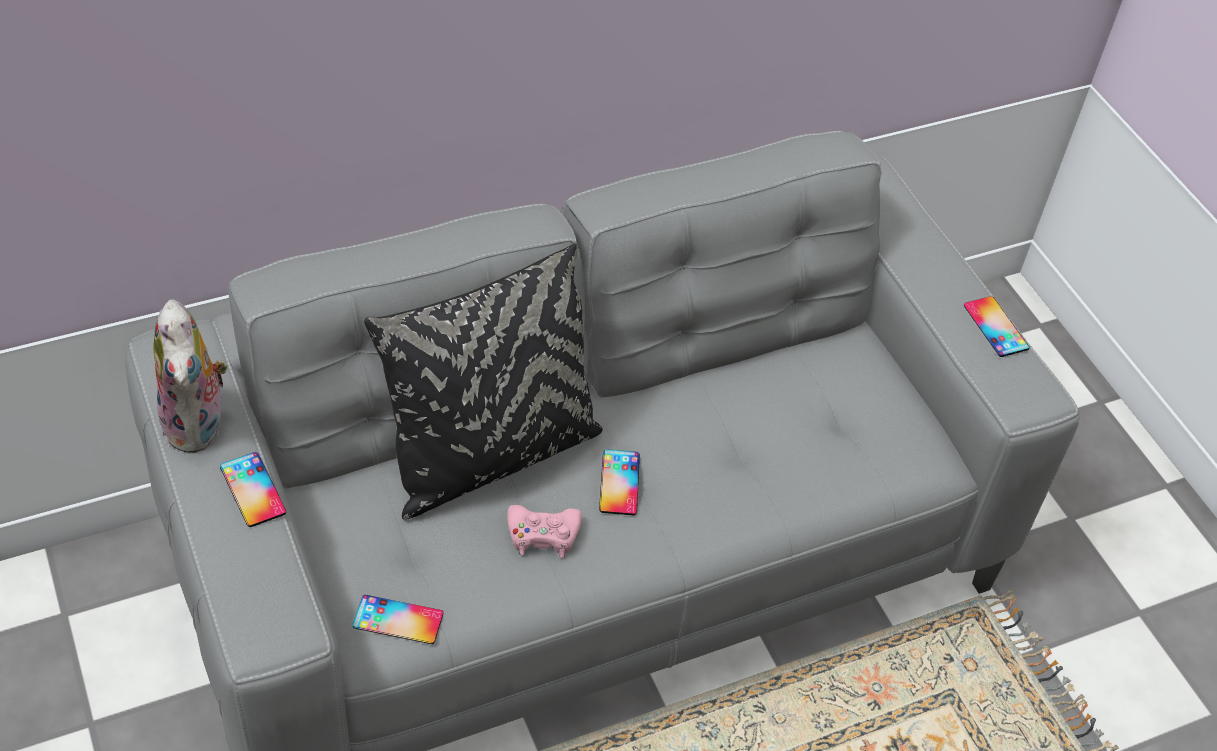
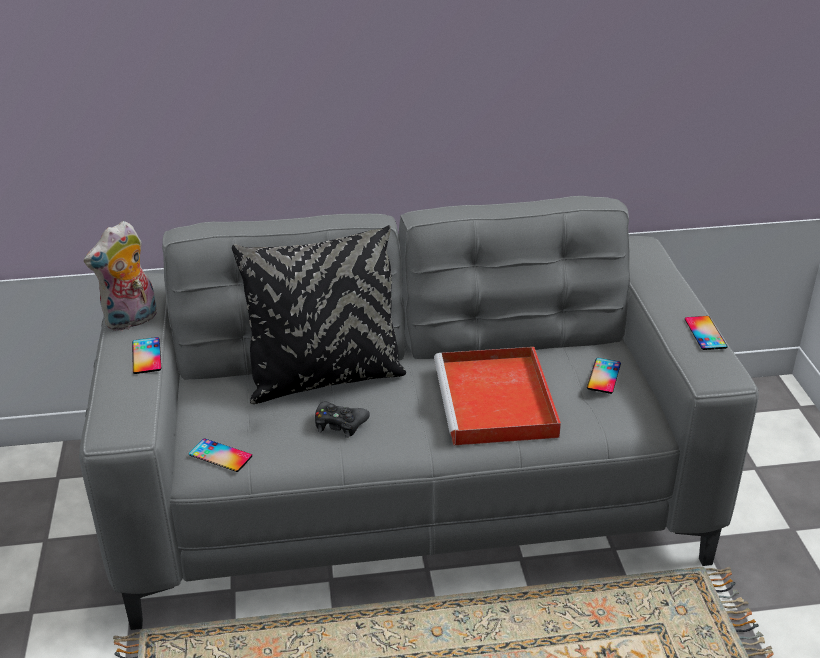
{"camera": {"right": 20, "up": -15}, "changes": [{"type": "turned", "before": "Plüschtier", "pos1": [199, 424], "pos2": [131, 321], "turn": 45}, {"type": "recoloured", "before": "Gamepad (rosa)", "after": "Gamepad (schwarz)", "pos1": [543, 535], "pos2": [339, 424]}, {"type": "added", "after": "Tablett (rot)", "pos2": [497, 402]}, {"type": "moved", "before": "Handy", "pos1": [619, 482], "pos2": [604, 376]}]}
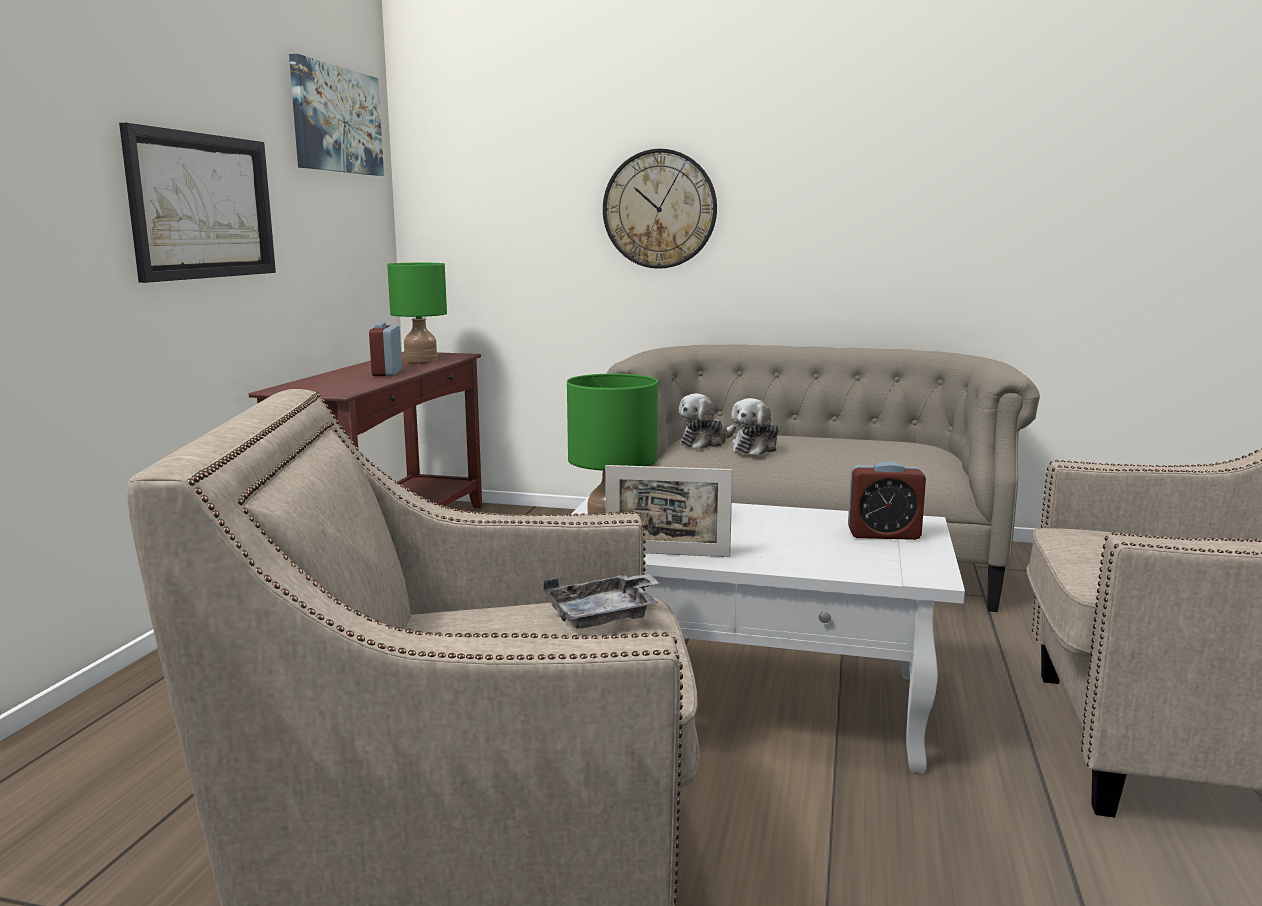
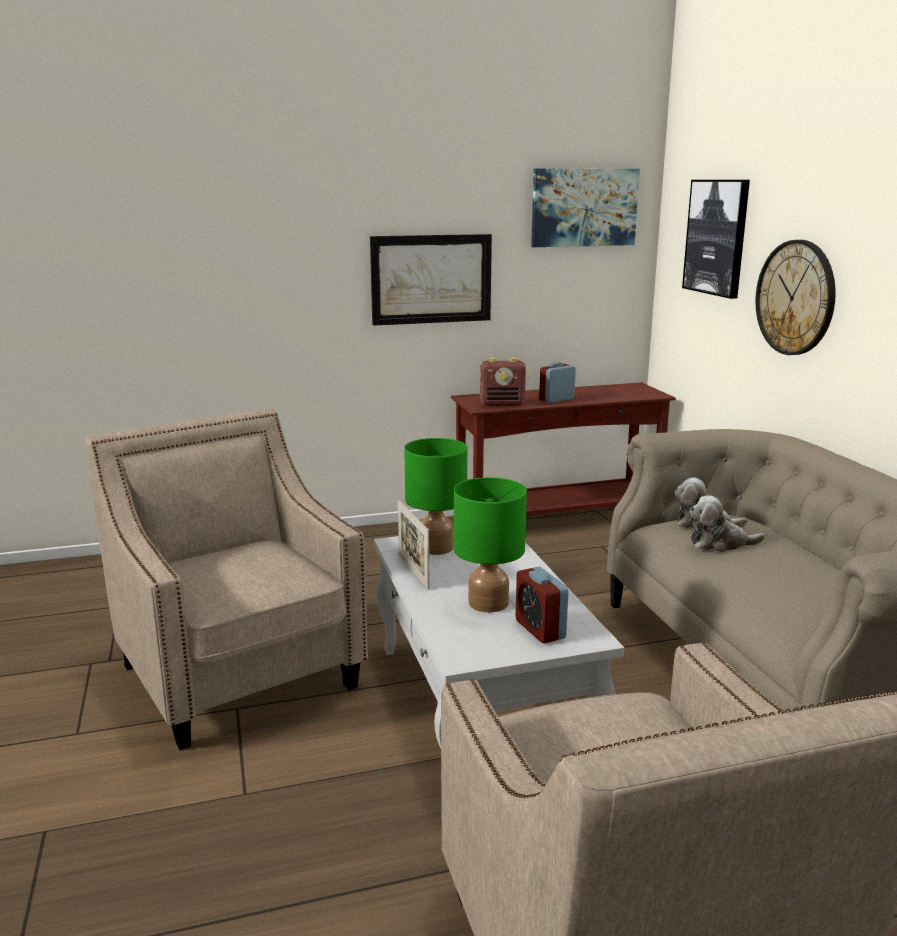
{"camera": {"right": 60, "up": 5}, "changes": [{"type": "moved", "before": "Tischlampe (grün)", "pos1": [421, 360], "pos2": [489, 603]}, {"type": "added", "after": "Radio", "pos2": [502, 404]}, {"type": "added", "after": "Bild", "pos2": [717, 237]}, {"type": "removed", "before": "Tablett (grau)", "pos1": [604, 615]}]}
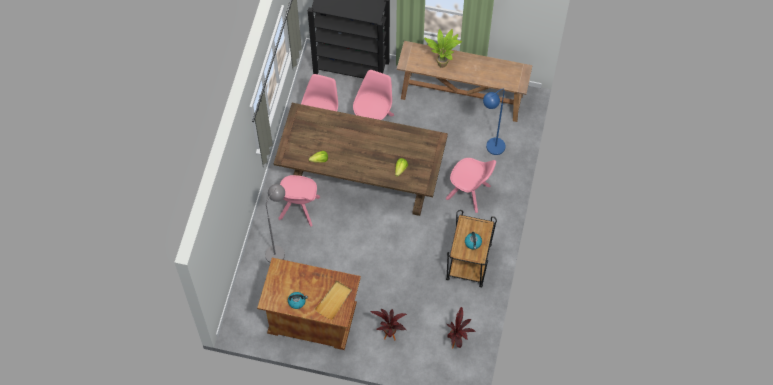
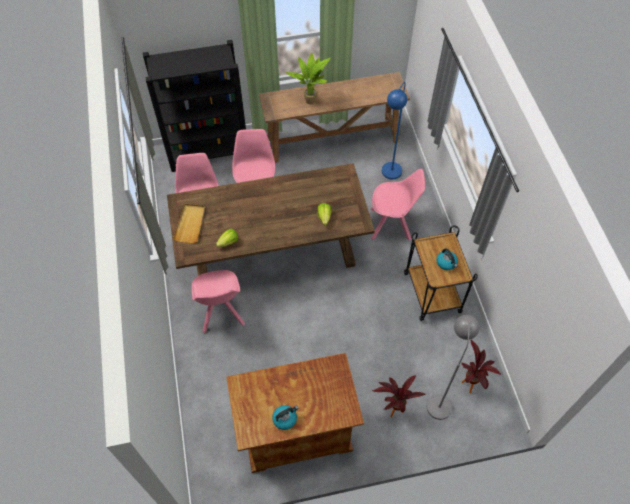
{"camera": {"right": -25, "up": -5}, "changes": [{"type": "moved", "before": "Tablett (beige)", "pos1": [334, 300], "pos2": [190, 224]}, {"type": "moved", "before": "Stehlampe (grau)", "pos1": [278, 250], "pos2": [439, 399]}]}
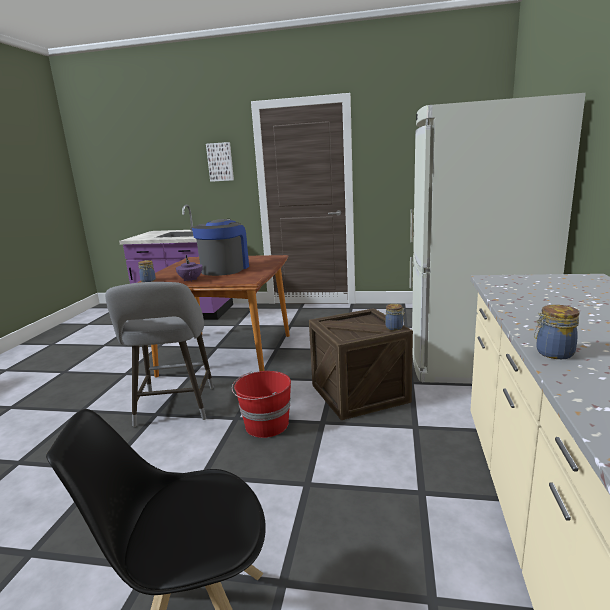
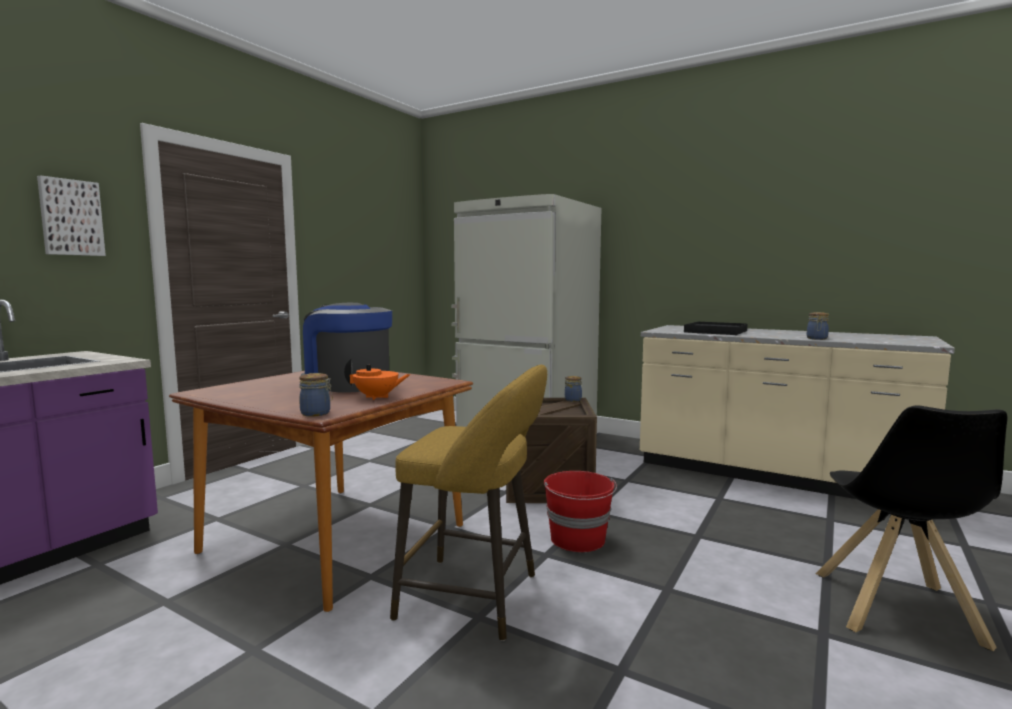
{"camera": {"right": -70, "up": -10}, "changes": [{"type": "recoloured", "before": "Teekanne (lila)", "after": "Teekanne (orange)", "pos1": [190, 280], "pos2": [377, 397]}, {"type": "recoloured", "before": "Hocker (grau)", "after": "Hocker (gelb)", "pos1": [174, 408], "pos2": [476, 598]}, {"type": "added", "after": "Tablett (schwarz)", "pos2": [715, 331]}]}
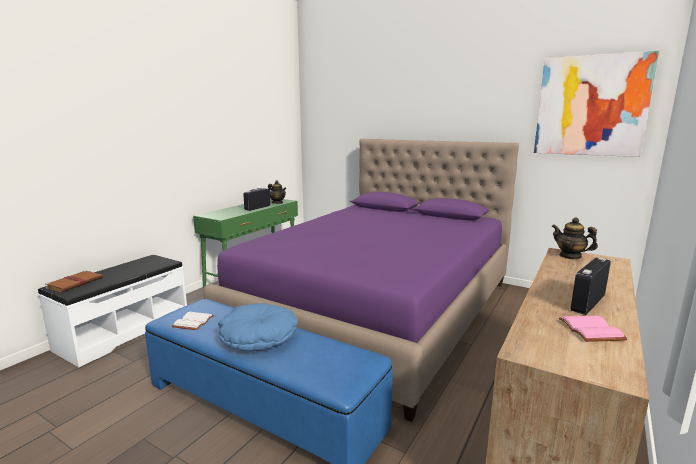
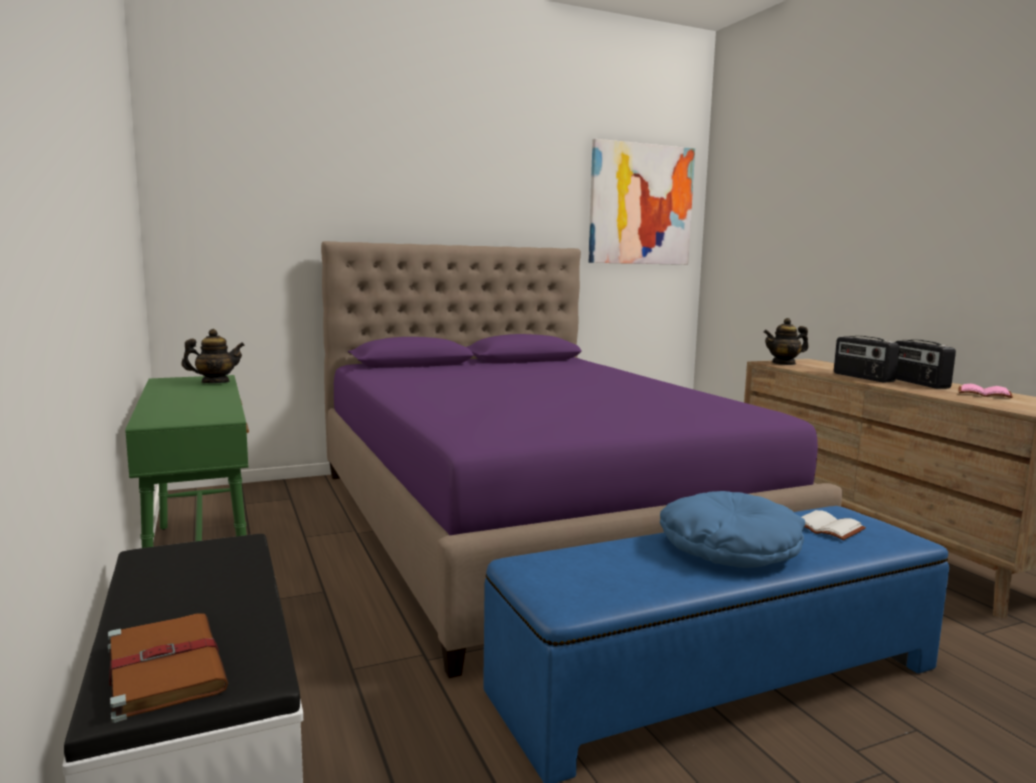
{"camera": {"right": -55, "up": -5}, "changes": [{"type": "moved", "before": "Buch (weiß)", "pos1": [193, 321], "pos2": [824, 528]}, {"type": "moved", "before": "Radio", "pos1": [257, 208], "pos2": [862, 377]}]}
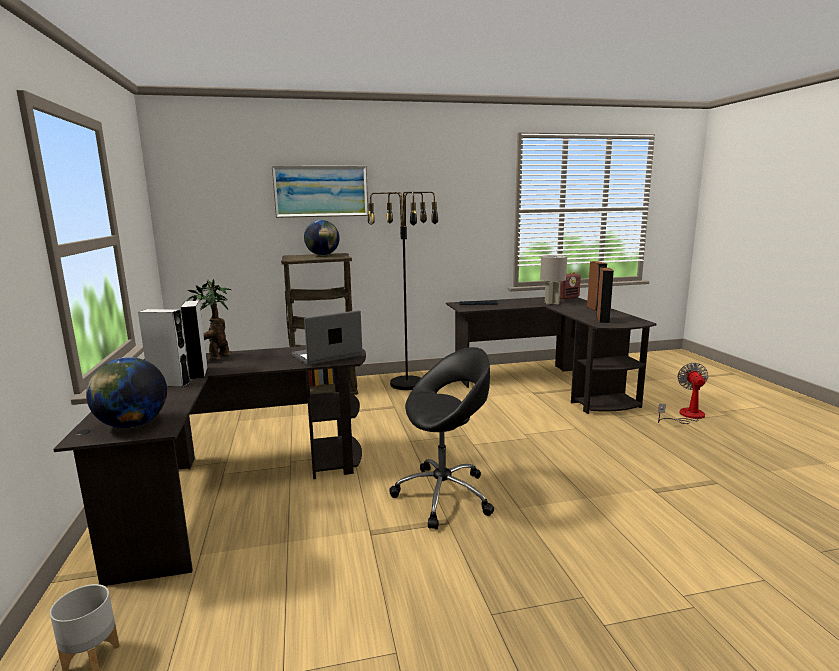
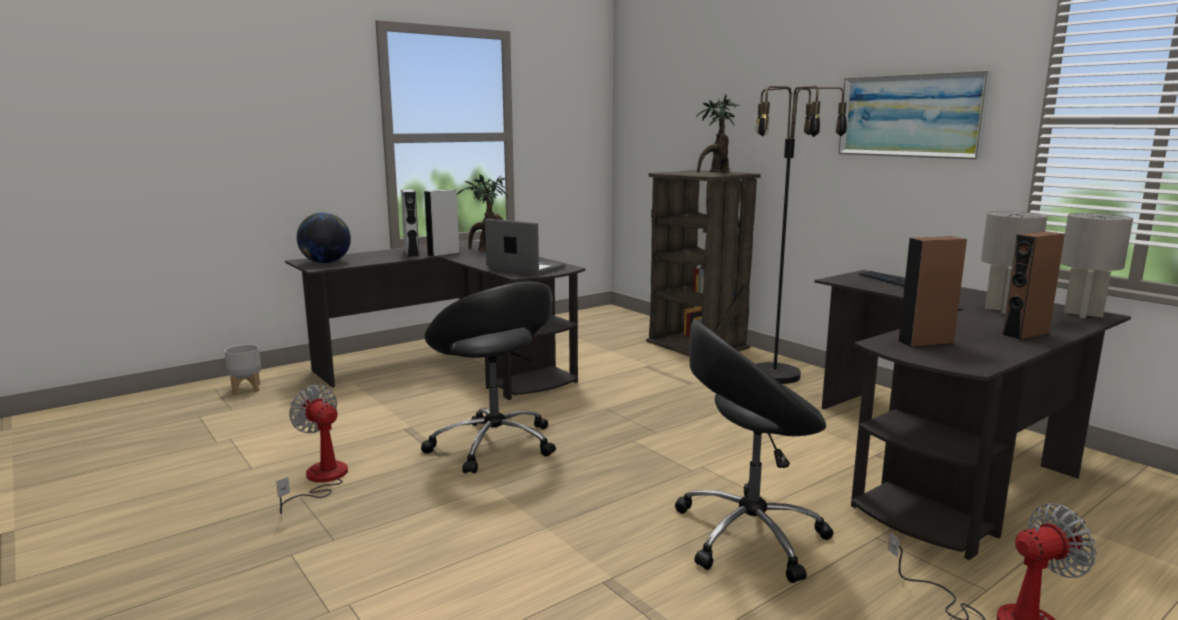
{"camera": {"right": 65, "up": 0}, "changes": [{"type": "added", "after": "Ventilator", "pos2": [320, 480]}, {"type": "added", "after": "Bürostuhl (schwarz)", "pos2": [746, 535]}, {"type": "replaced", "before": "Globus", "after": "Topfpflanze", "pos1": [323, 255], "pos2": [716, 172]}, {"type": "moved", "before": "Bild", "pos1": [321, 191], "pos2": [910, 116]}, {"type": "replaced", "before": "Radio", "after": "Tischlampe (grau)", "pos1": [567, 298], "pos2": [1083, 314]}]}
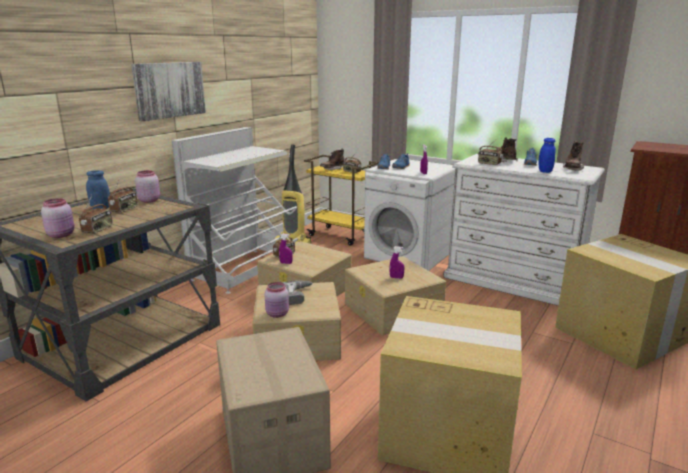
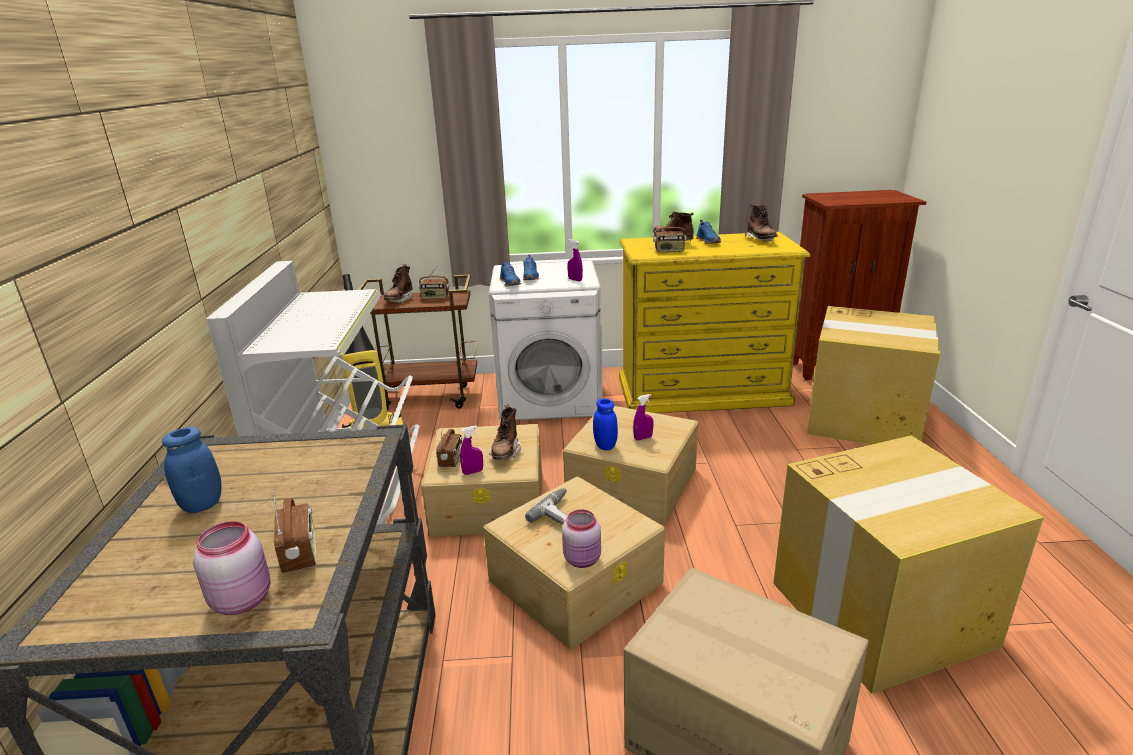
{"camera": {"right": -35, "up": 5}, "changes": [{"type": "recoloured", "before": "Rollwagen (gelb)", "after": "Rollwagen (braun)", "pos1": [341, 236], "pos2": [430, 398]}, {"type": "added", "after": "Stiefel (braun)", "pos2": [505, 452]}, {"type": "moved", "before": "Vorratsglas (blau)", "pos1": [545, 171], "pos2": [605, 446]}, {"type": "recoloured", "before": "Kommode (weiß)", "after": "Kommode (gelb)", "pos1": [514, 280], "pos2": [703, 391]}, {"type": "removed", "before": "Radio", "pos1": [124, 209]}, {"type": "removed", "before": "Bild", "pos1": [169, 90]}, {"type": "removed", "before": "Vorratsglas (rosa)", "pos1": [149, 200]}]}
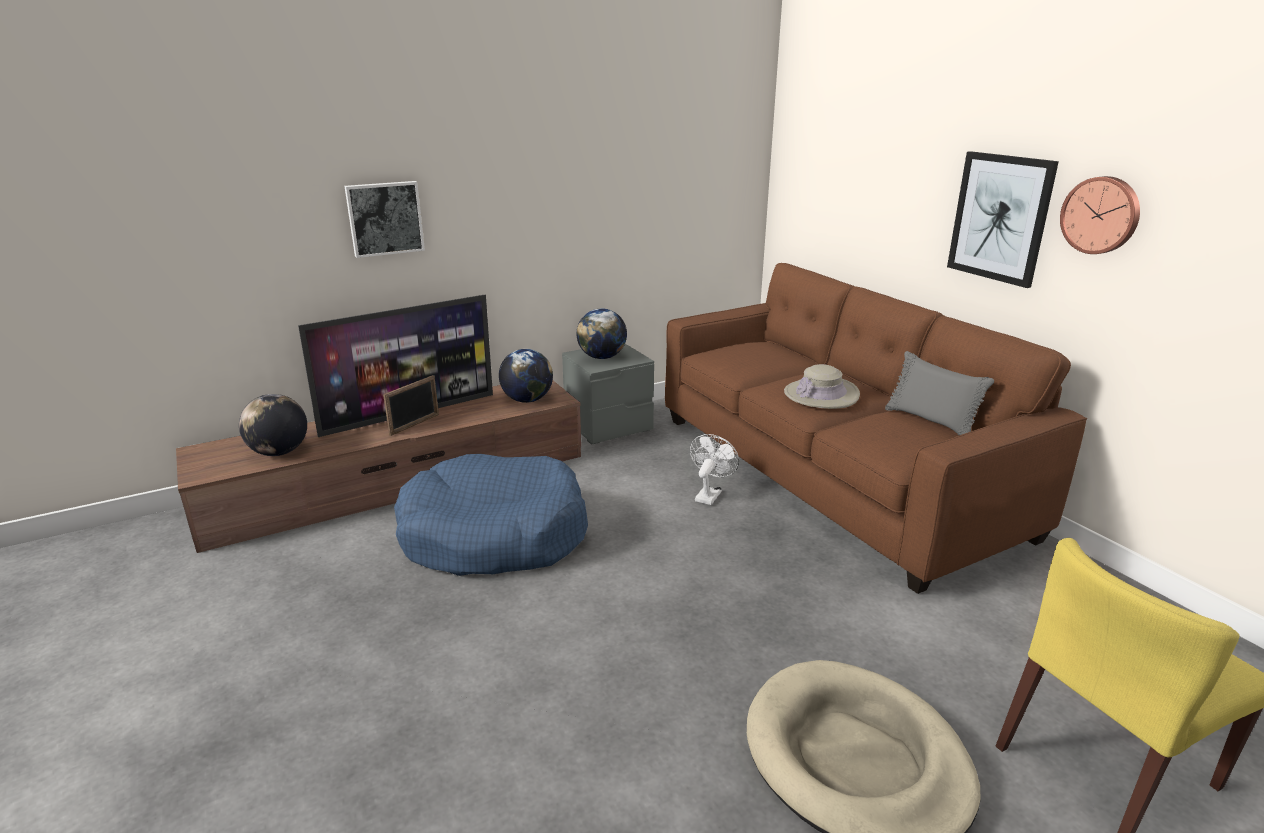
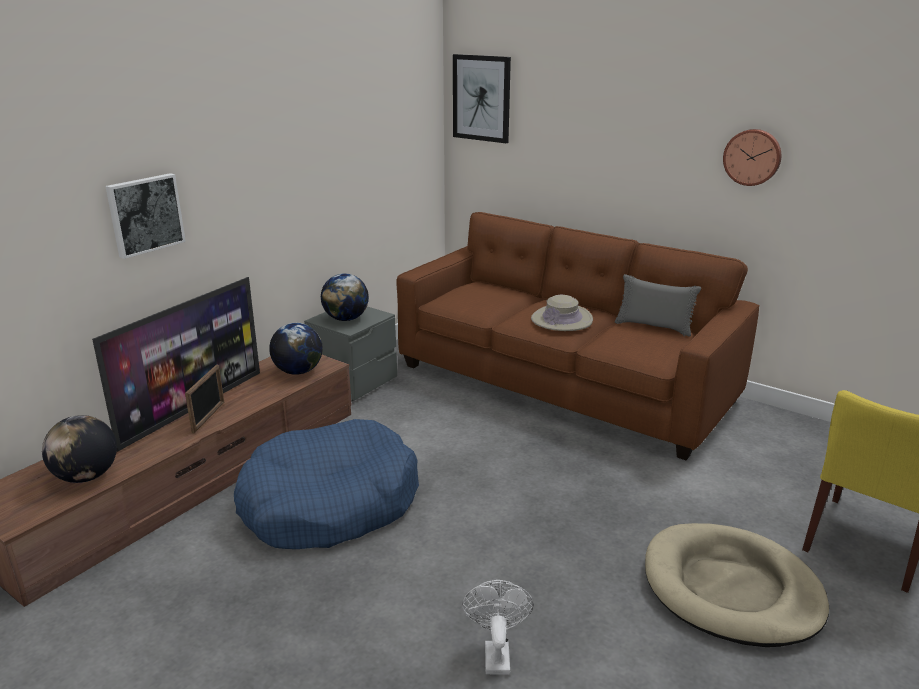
{"camera": {"right": -25, "up": 0}, "changes": [{"type": "moved", "before": "Bild", "pos1": [1000, 218], "pos2": [481, 98]}, {"type": "moved", "before": "Ventilator (weiß)", "pos1": [709, 494], "pos2": [496, 653]}]}
